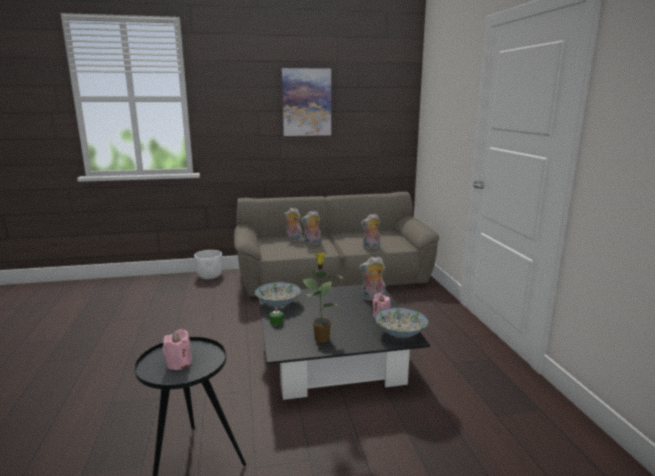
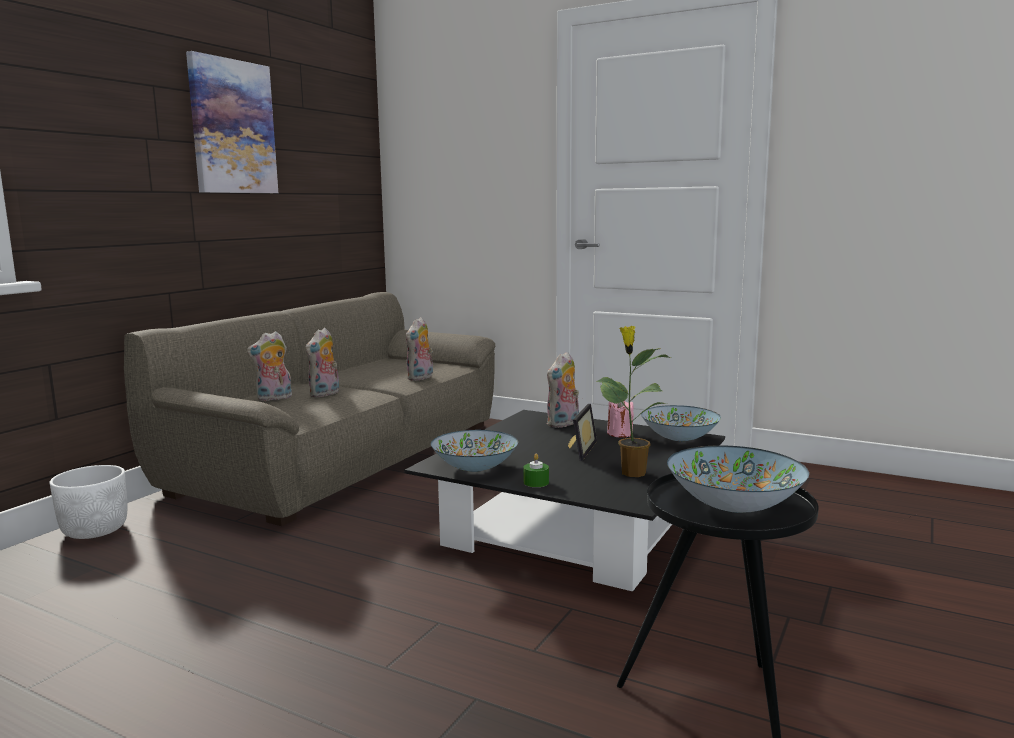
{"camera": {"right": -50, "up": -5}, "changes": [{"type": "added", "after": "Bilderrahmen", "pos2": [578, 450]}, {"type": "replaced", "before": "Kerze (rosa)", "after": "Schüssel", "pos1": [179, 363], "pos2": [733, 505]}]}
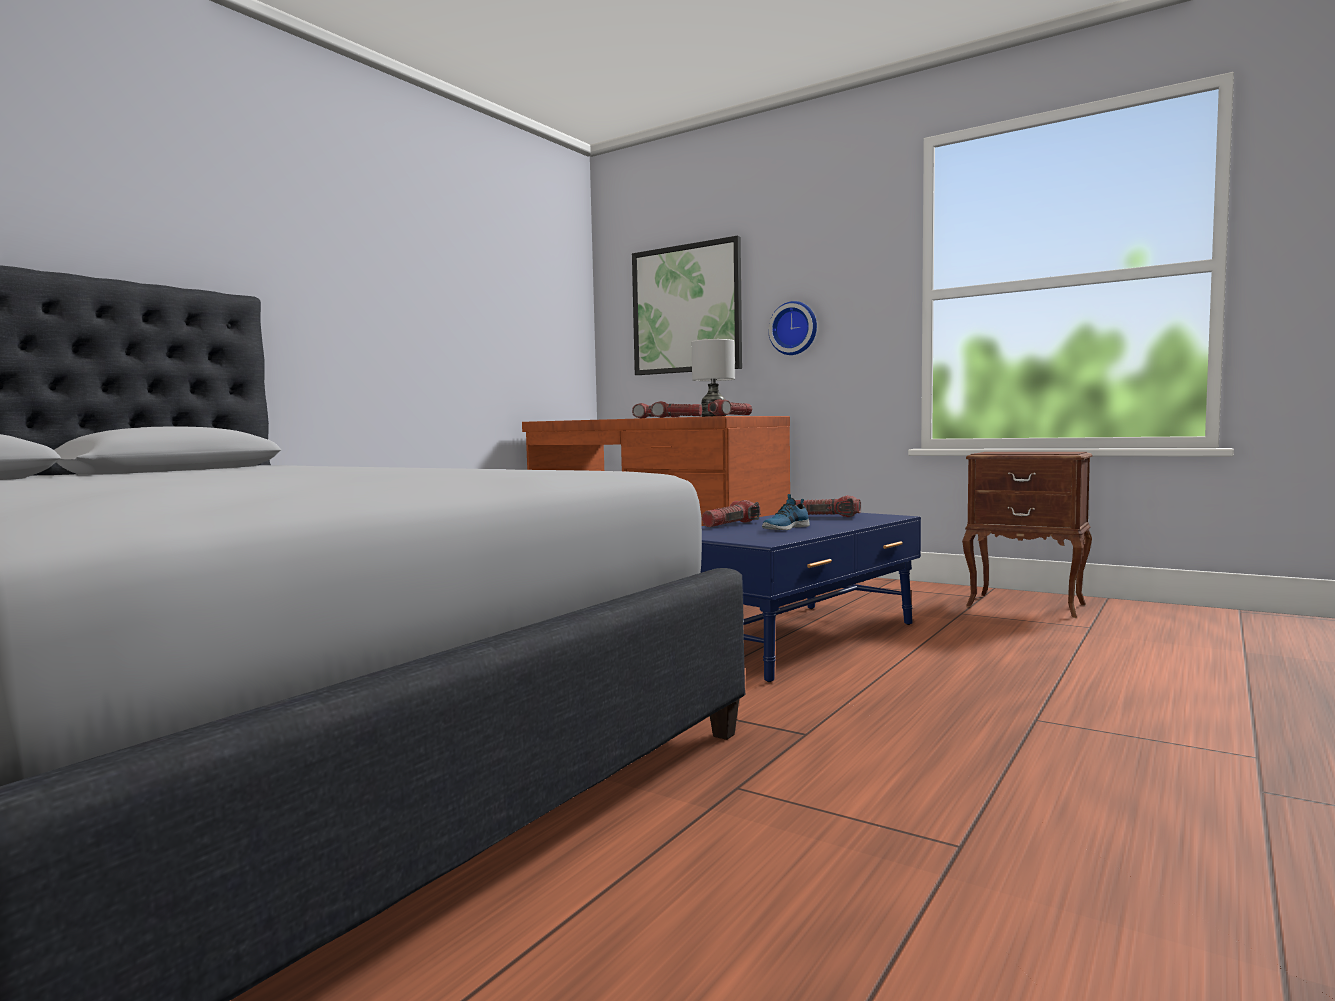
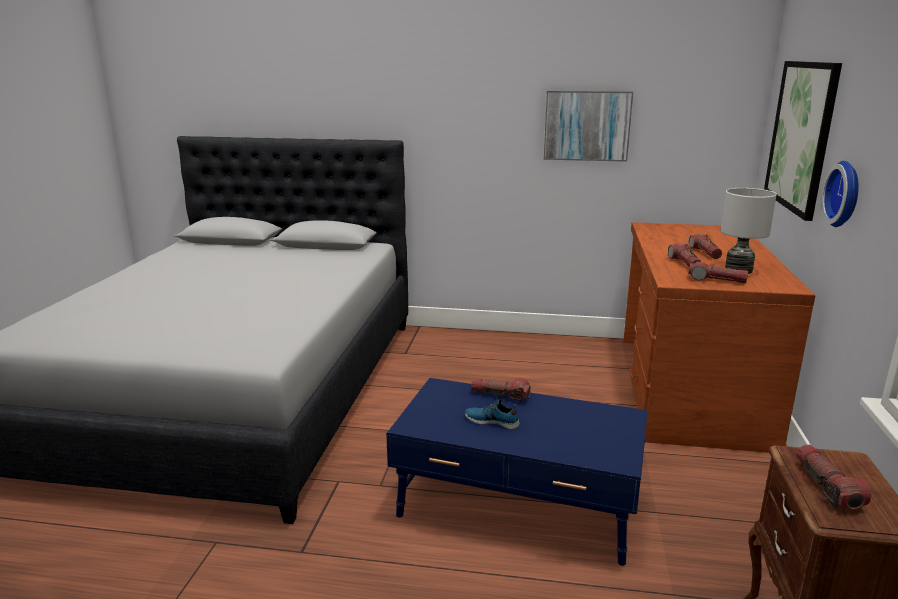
{"camera": {"right": 65, "up": 15}, "changes": [{"type": "added", "after": "Bild", "pos2": [587, 126]}, {"type": "moved", "before": "Taschenlampe", "pos1": [826, 516], "pos2": [826, 486]}]}
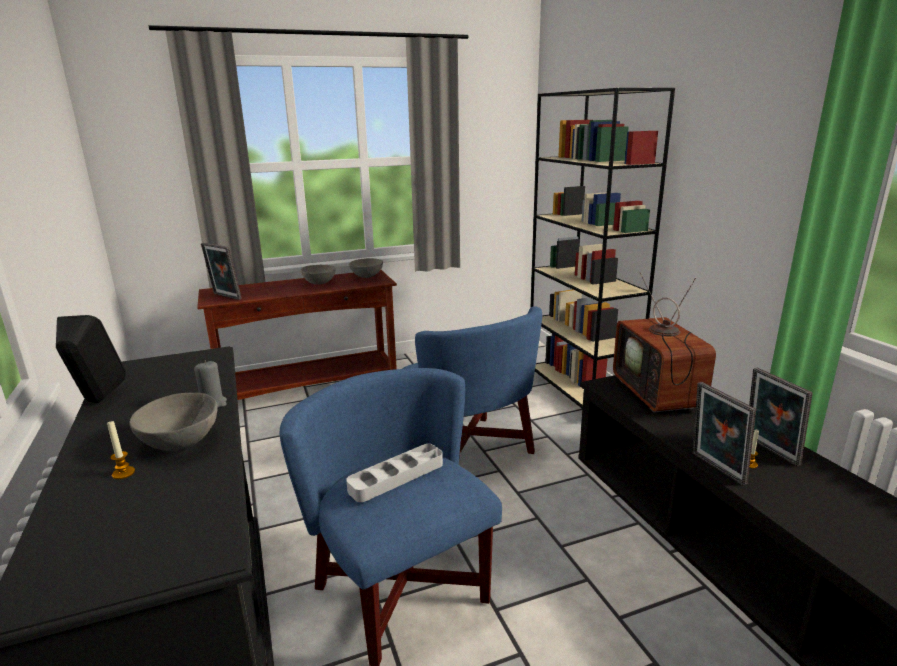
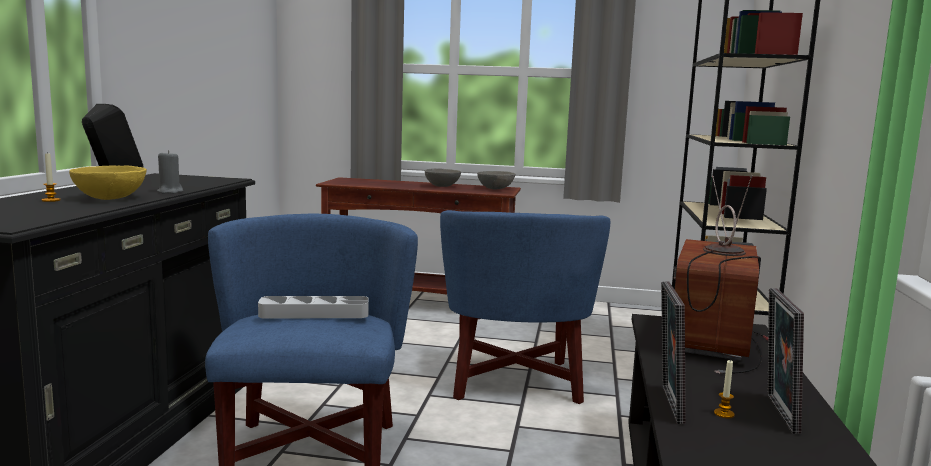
{"camera": {"right": 30, "up": -10}, "changes": [{"type": "recoloured", "before": "Schüssel (grau)", "after": "Schüssel (gelb)", "pos1": [181, 441], "pos2": [110, 198]}, {"type": "removed", "before": "Bilderrahmen", "pos1": [225, 297]}]}
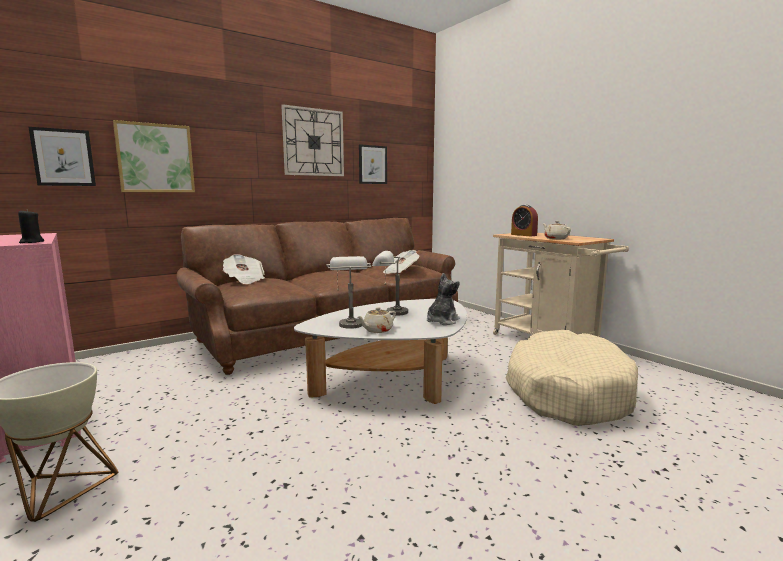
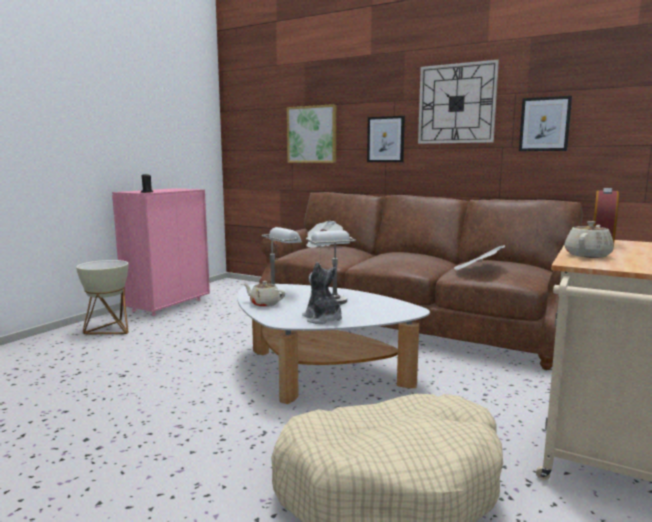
{"camera": {"right": 65, "up": 0}, "changes": [{"type": "turned", "before": "Plüschtier", "pos1": [441, 321], "pos2": [323, 319], "turn": -135}, {"type": "moved", "before": "Bild", "pos1": [63, 157], "pos2": [385, 139]}]}
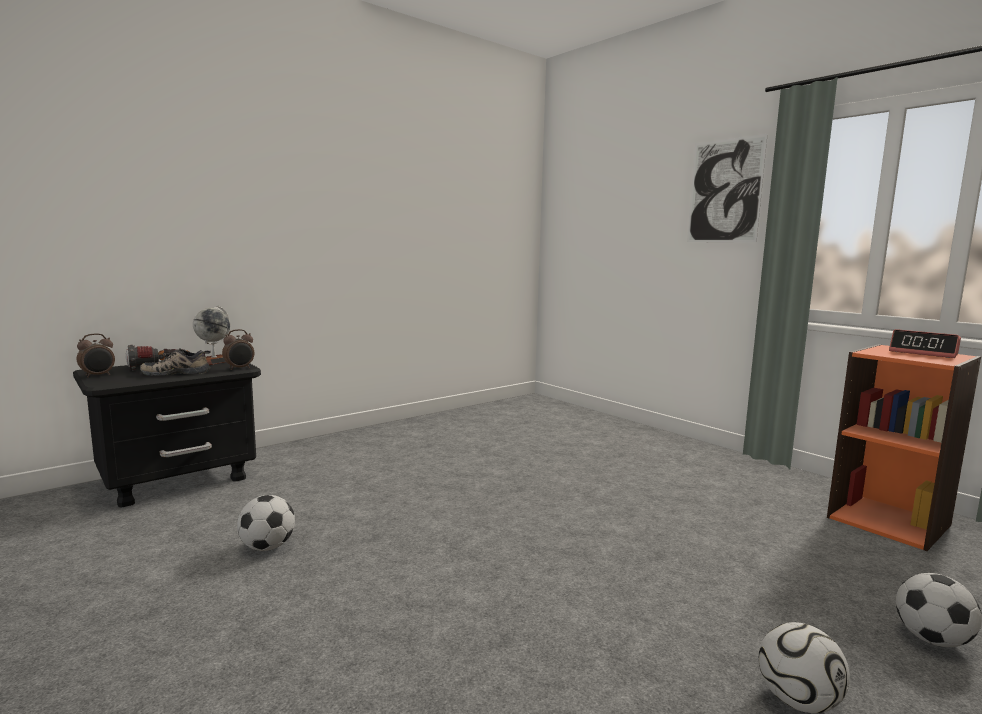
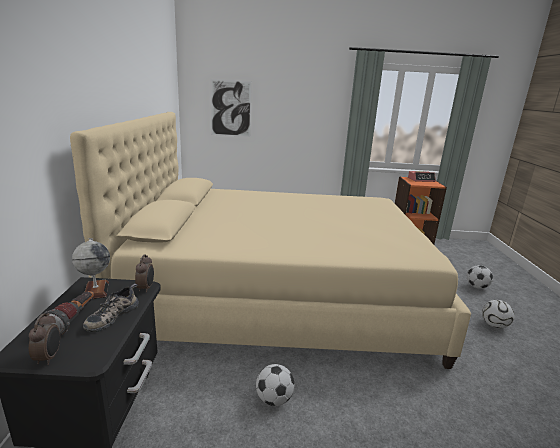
{"camera": {"right": -50, "up": 10}, "changes": [{"type": "added", "after": "Bett (beige)", "pos2": [278, 294]}, {"type": "moved", "before": "Bild", "pos1": [724, 191], "pos2": [230, 108]}]}
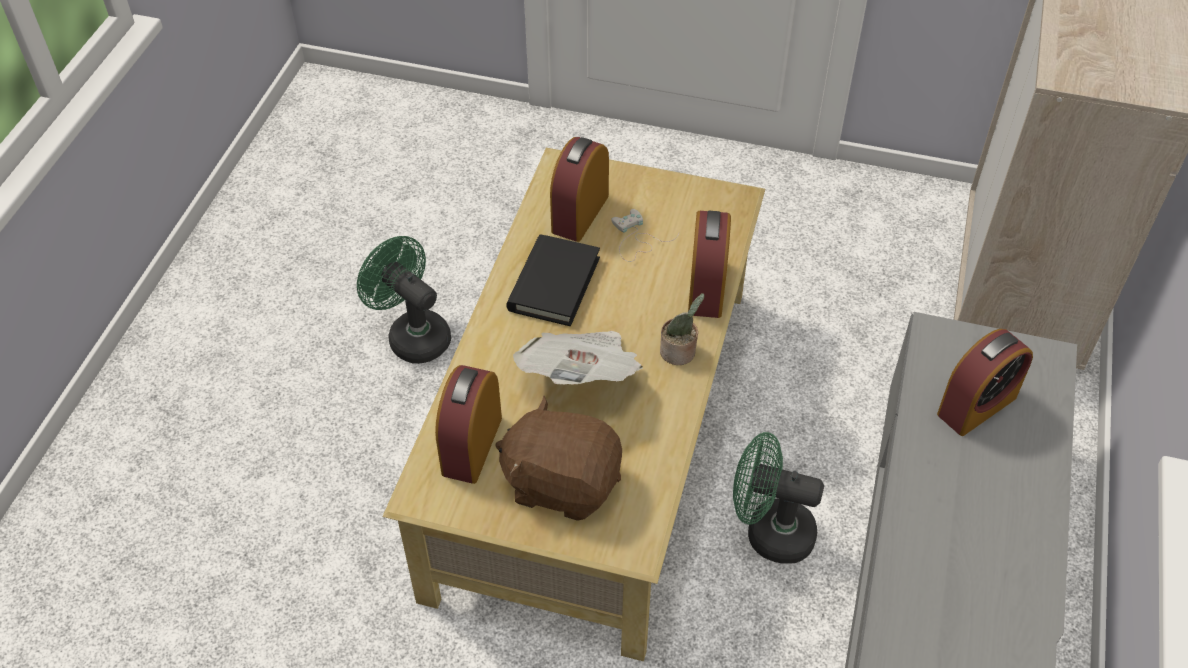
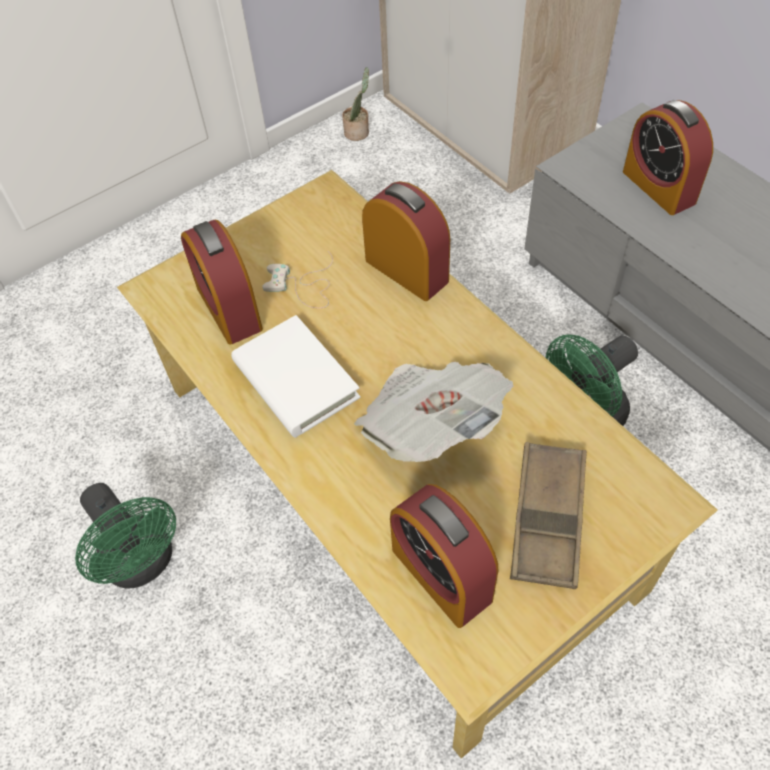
{"camera": {"right": -50, "up": 5}, "changes": [{"type": "turned", "before": "Ventilator (grün)", "pos1": [412, 335], "pos2": [144, 563], "turn": -120}, {"type": "recoloured", "before": "Buch (schwarz)", "after": "Buch (weiß)", "pos1": [554, 284], "pos2": [295, 380]}, {"type": "moved", "before": "Topfpflanze", "pos1": [680, 353], "pos2": [358, 132]}, {"type": "replaced", "before": "Plüschtier (braun)", "after": "Tablett (braun)", "pos1": [562, 482], "pos2": [548, 518]}, {"type": "turned", "before": "Wecker", "pos1": [977, 405], "pos2": [658, 187], "turn": 150}]}
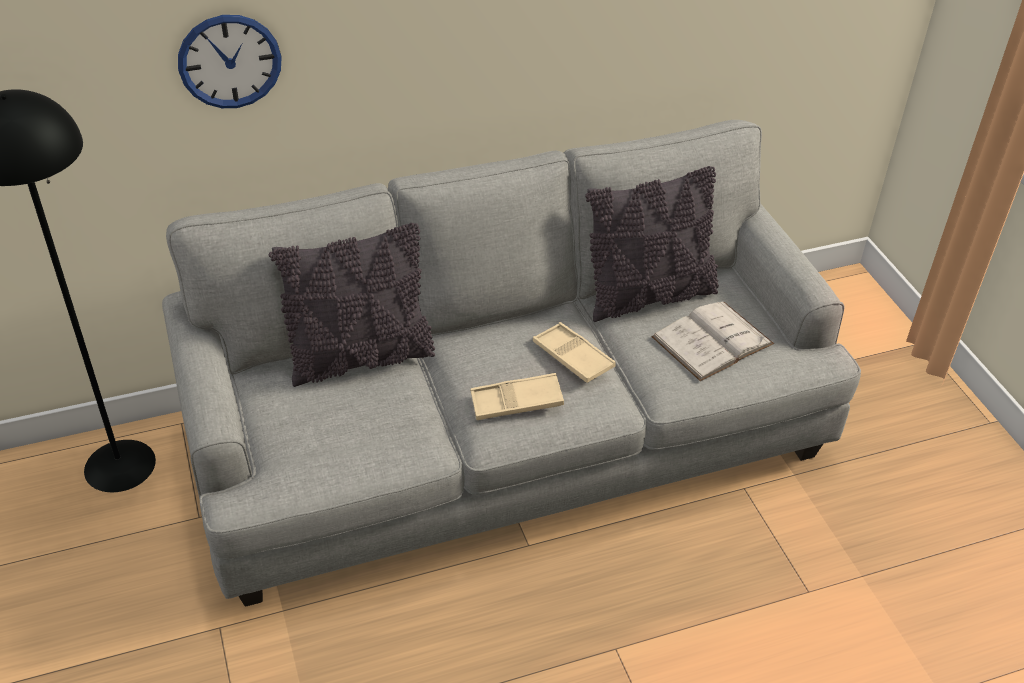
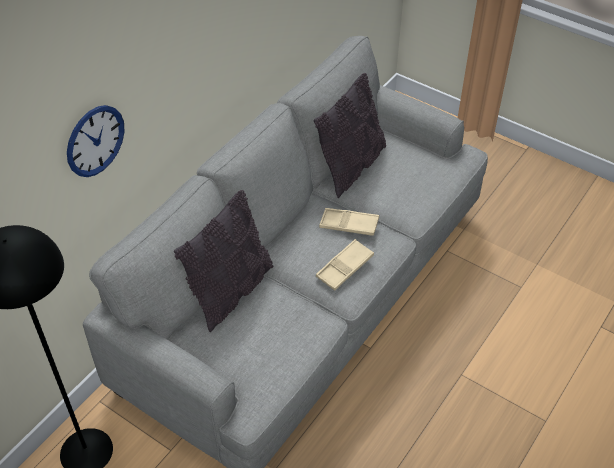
{"camera": {"right": -35, "up": 5}, "changes": [{"type": "removed", "before": "Buch (weiß)", "pos1": [712, 340]}]}
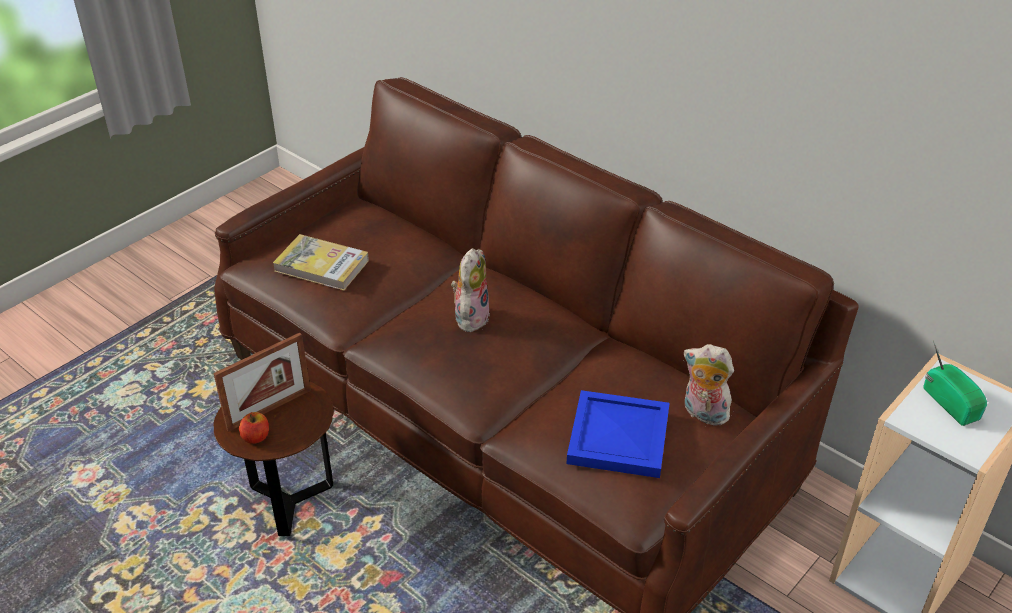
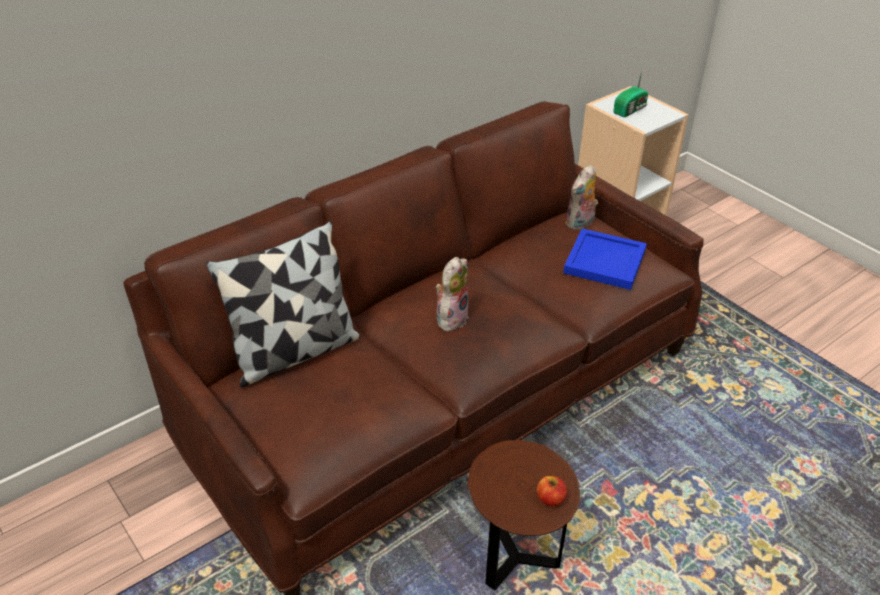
{"camera": {"right": -80, "up": 0}, "changes": [{"type": "added", "after": "Kissen", "pos2": [294, 352]}, {"type": "turned", "before": "Plüschtier", "pos1": [470, 317], "pos2": [451, 318], "turn": 90}, {"type": "turned", "before": "Radio", "pos1": [950, 402], "pos2": [631, 110], "turn": 150}, {"type": "removed", "before": "Bilderrahmen", "pos1": [269, 409]}, {"type": "removed", "before": "Buch", "pos1": [321, 266]}]}
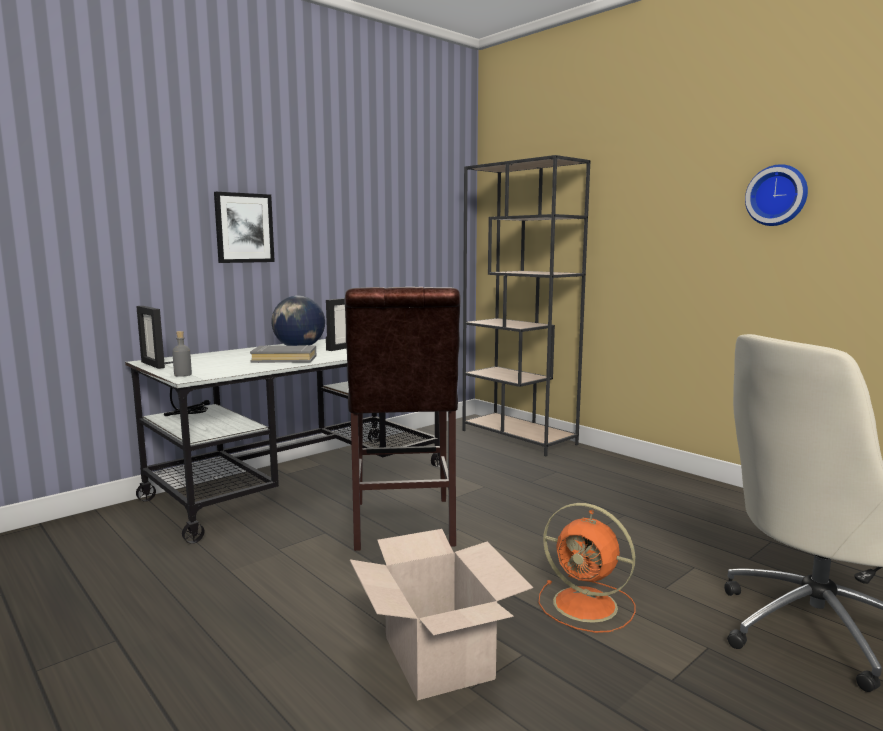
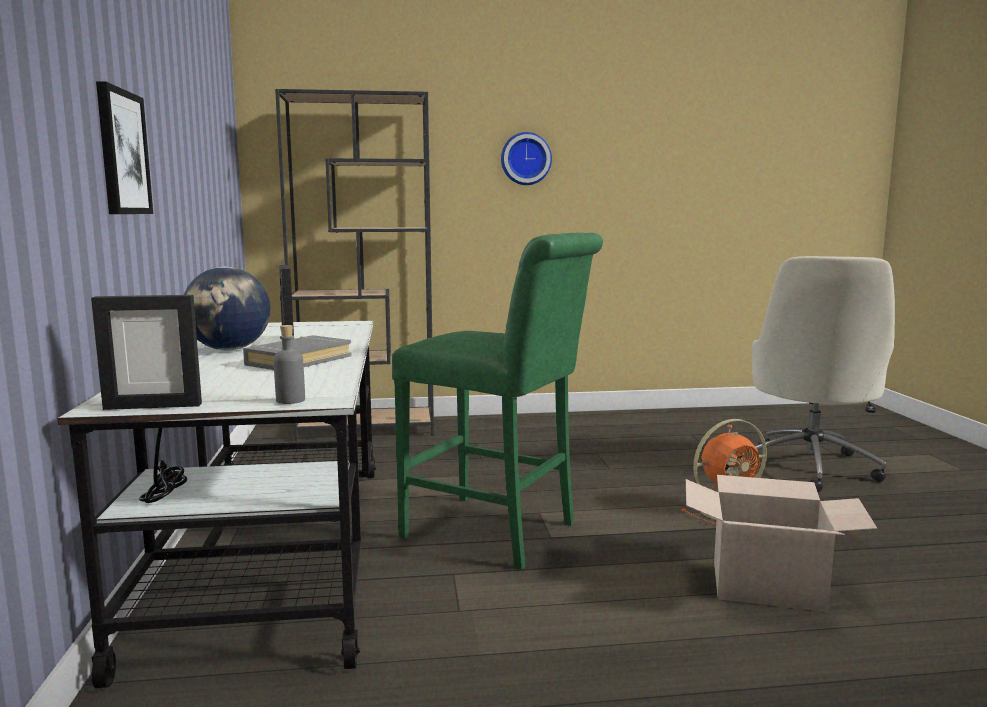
{"camera": {"right": -55, "up": 0}, "changes": [{"type": "recoloured", "before": "Hocker (braun)", "after": "Hocker (grün)", "pos1": [402, 526], "pos2": [497, 533]}, {"type": "moved", "before": "Wanduhr", "pos1": [777, 195], "pos2": [525, 159]}]}
